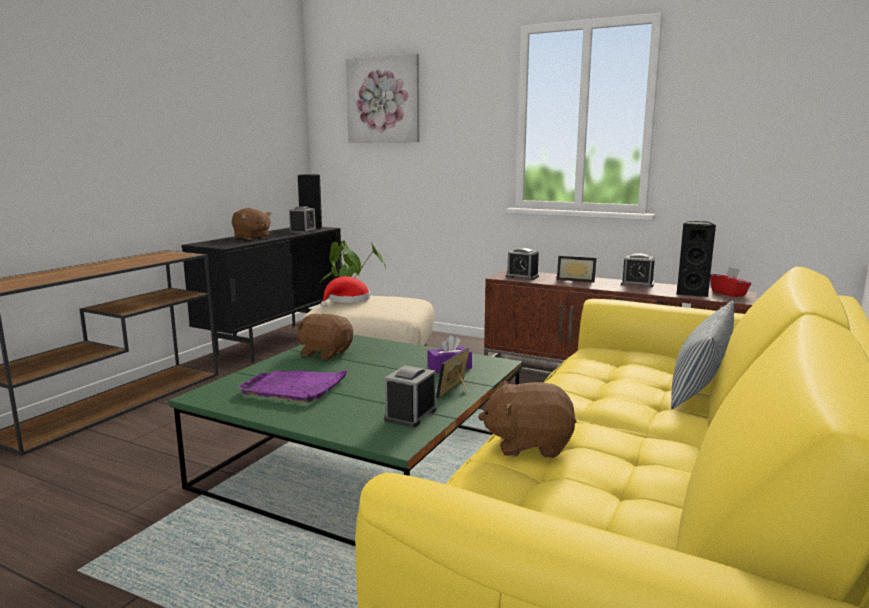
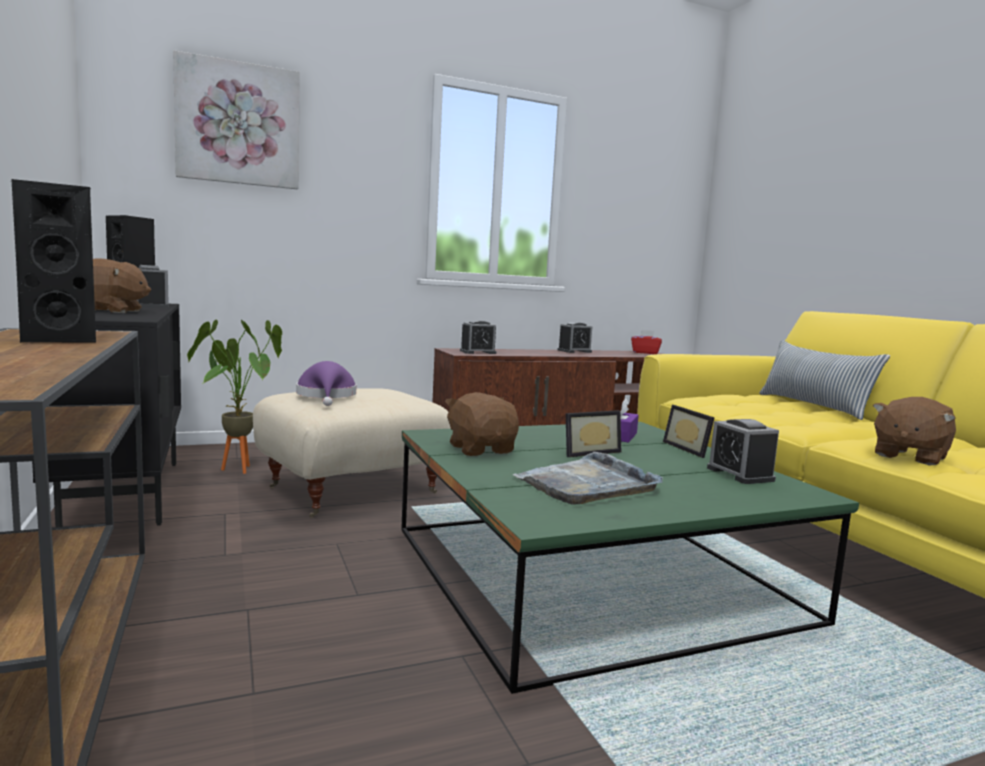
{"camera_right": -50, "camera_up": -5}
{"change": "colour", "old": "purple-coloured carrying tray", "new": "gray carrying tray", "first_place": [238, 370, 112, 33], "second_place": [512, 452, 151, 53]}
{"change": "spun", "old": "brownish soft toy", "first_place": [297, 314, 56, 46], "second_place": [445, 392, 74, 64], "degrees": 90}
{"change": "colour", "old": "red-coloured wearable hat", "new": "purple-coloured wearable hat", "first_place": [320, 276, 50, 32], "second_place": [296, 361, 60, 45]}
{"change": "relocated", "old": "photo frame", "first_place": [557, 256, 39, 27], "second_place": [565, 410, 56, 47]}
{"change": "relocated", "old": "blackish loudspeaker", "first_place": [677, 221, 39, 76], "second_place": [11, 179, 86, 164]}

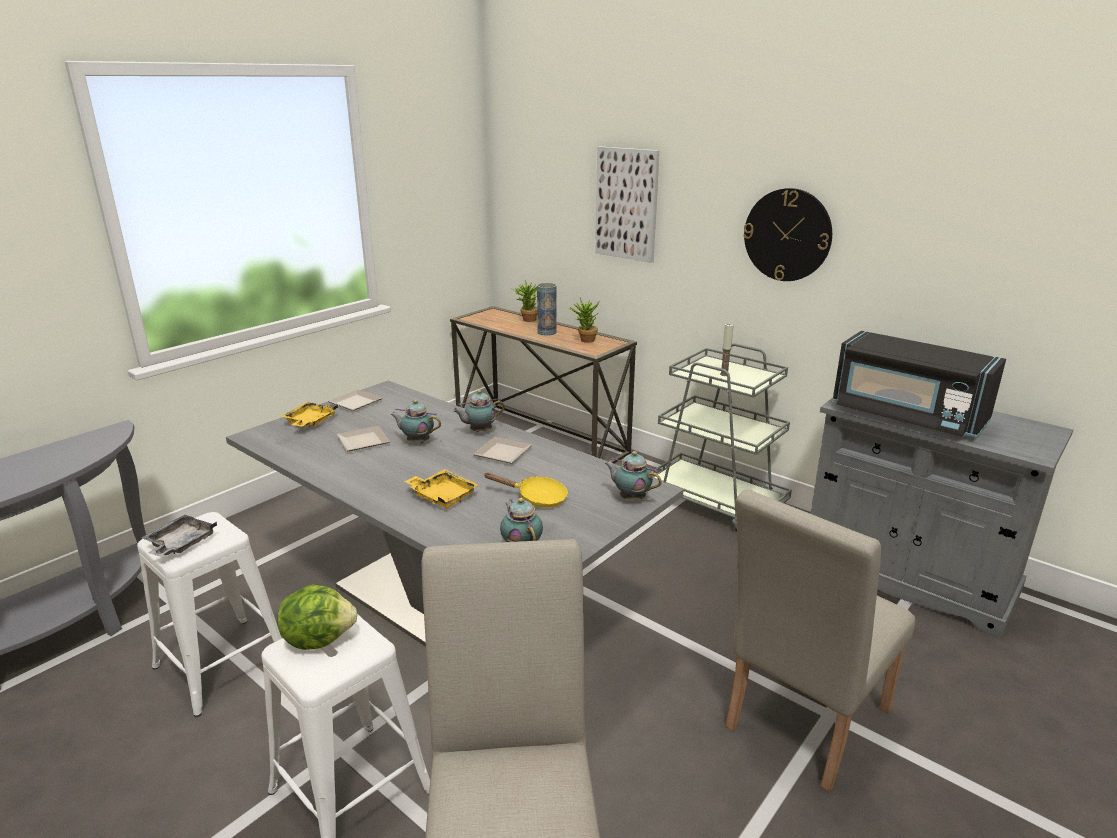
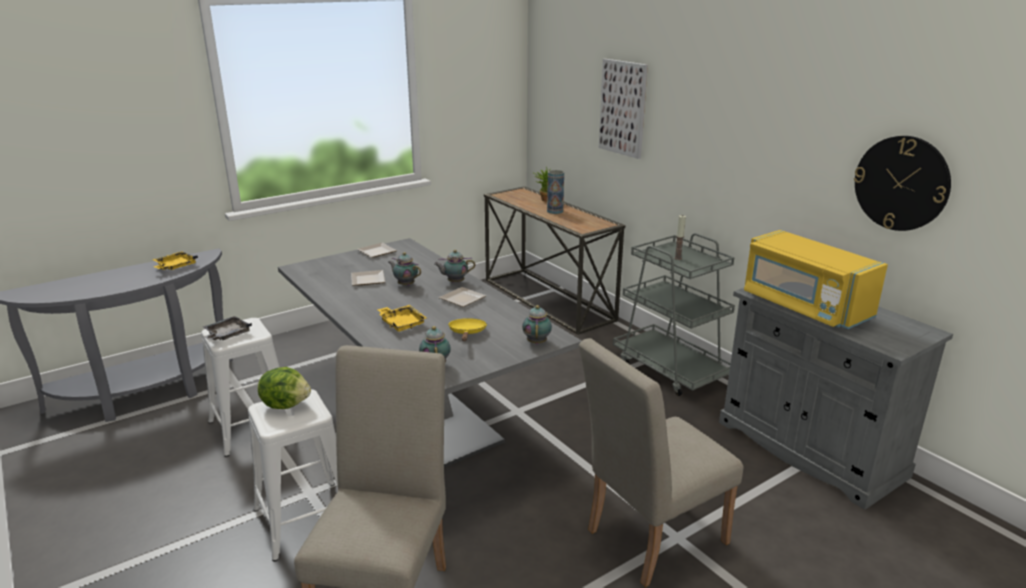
{"camera_right": 15, "camera_up": 0}
{"change": "relocated", "old": "yellow carrying tray", "first_place": [281, 402, 57, 25], "second_place": [153, 251, 45, 19]}
{"change": "spun", "old": "yellow frying pan", "first_place": [484, 473, 84, 35], "second_place": [448, 318, 39, 23], "degrees": -120}
{"change": "missing", "old": "plant in a pot", "first_place": [569, 298, 30, 45]}
{"change": "spun", "old": "tea pot", "first_place": [605, 451, 57, 50], "second_place": [522, 305, 30, 40], "degrees": 45}
{"change": "relocated", "old": "clock on the wall", "first_place": [743, 188, 89, 93], "second_place": [854, 136, 97, 95]}
{"change": "colour", "old": "blackish microwave", "new": "yellow microwave", "first_place": [833, 331, 173, 106], "second_place": [744, 230, 144, 99]}

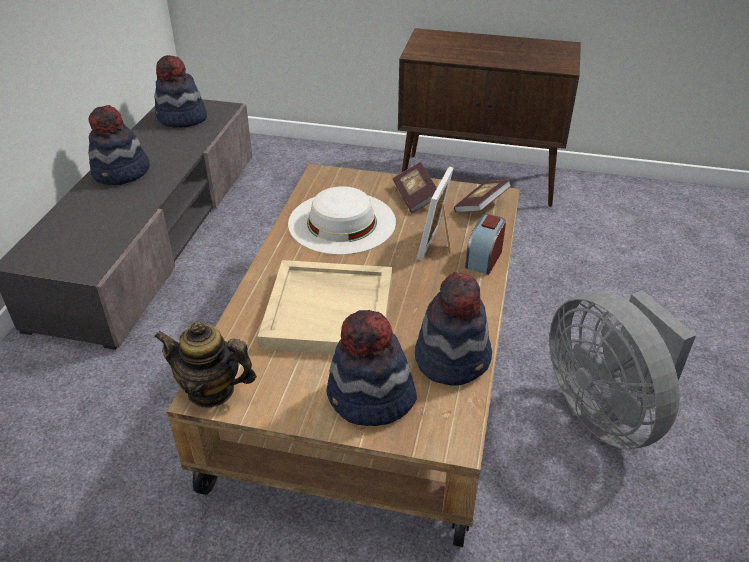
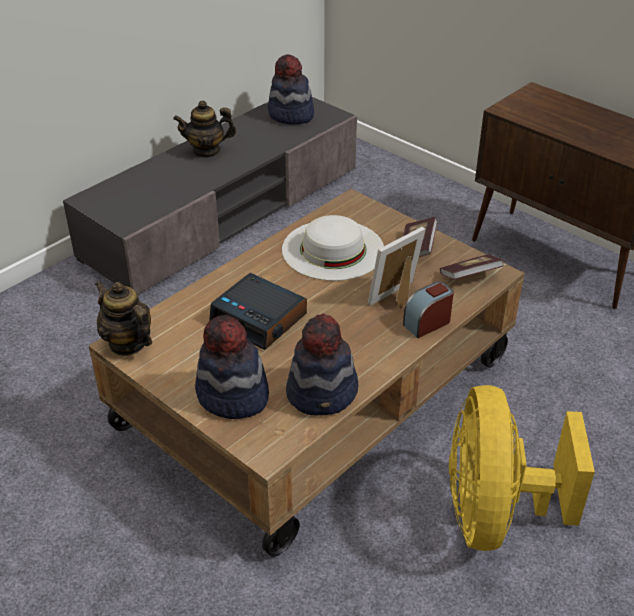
{"camera_right": 30, "camera_up": 0}
{"change": "exchanged", "old": "wearable hat", "new": "tea pot", "first_place": [88, 105, 62, 80], "second_place": [173, 100, 63, 58]}
{"change": "exchanged", "old": "beige-coloured carrying tray", "new": "alarm clock", "first_place": [257, 260, 135, 95], "second_place": [209, 273, 98, 77]}
{"change": "colour", "old": "gray electric fan", "new": "yellow electric fan", "first_place": [549, 290, 147, 159], "second_place": [449, 385, 146, 166]}

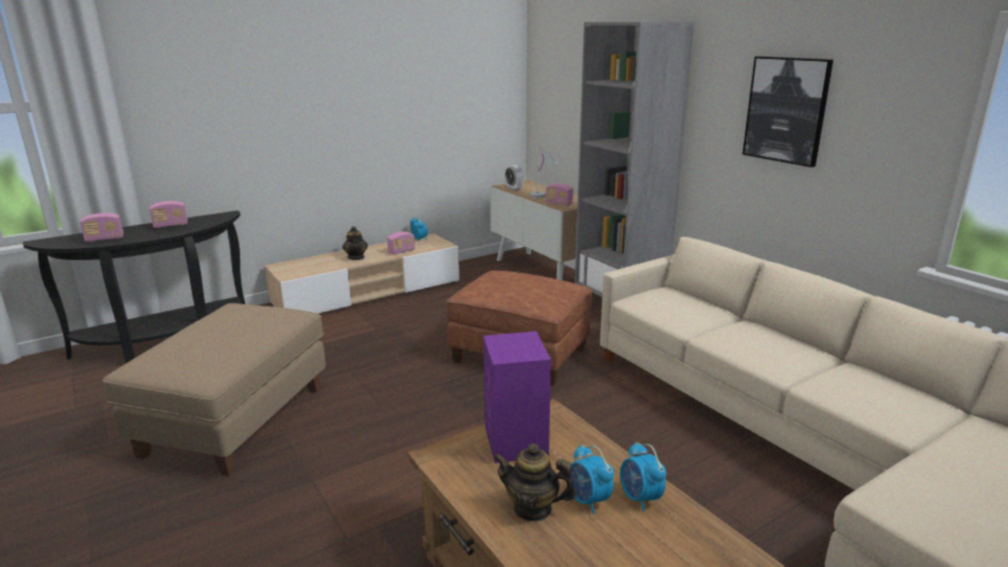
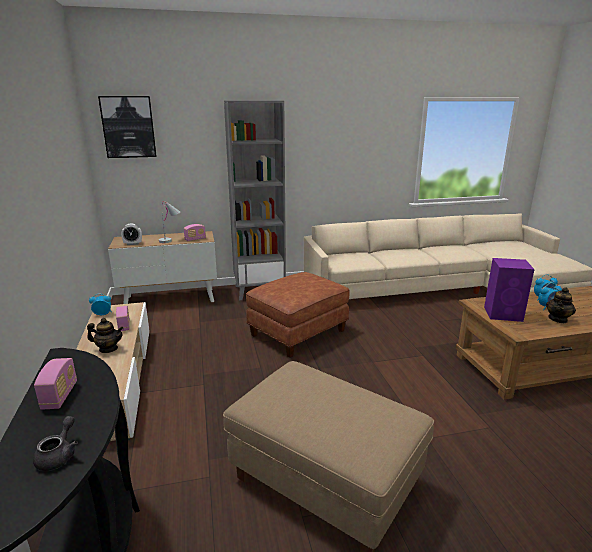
{"camera_right": -70, "camera_up": 0}
{"change": "exchanged", "old": "radio set", "new": "gray tea pot", "first_place": [80, 213, 44, 29], "second_place": [33, 416, 45, 55]}
{"change": "relocated", "old": "picture", "first_place": [742, 56, 91, 111], "second_place": [98, 96, 59, 62]}

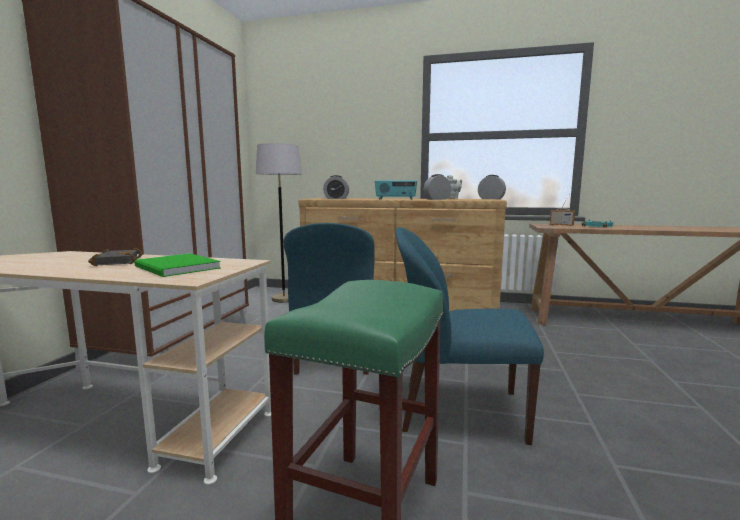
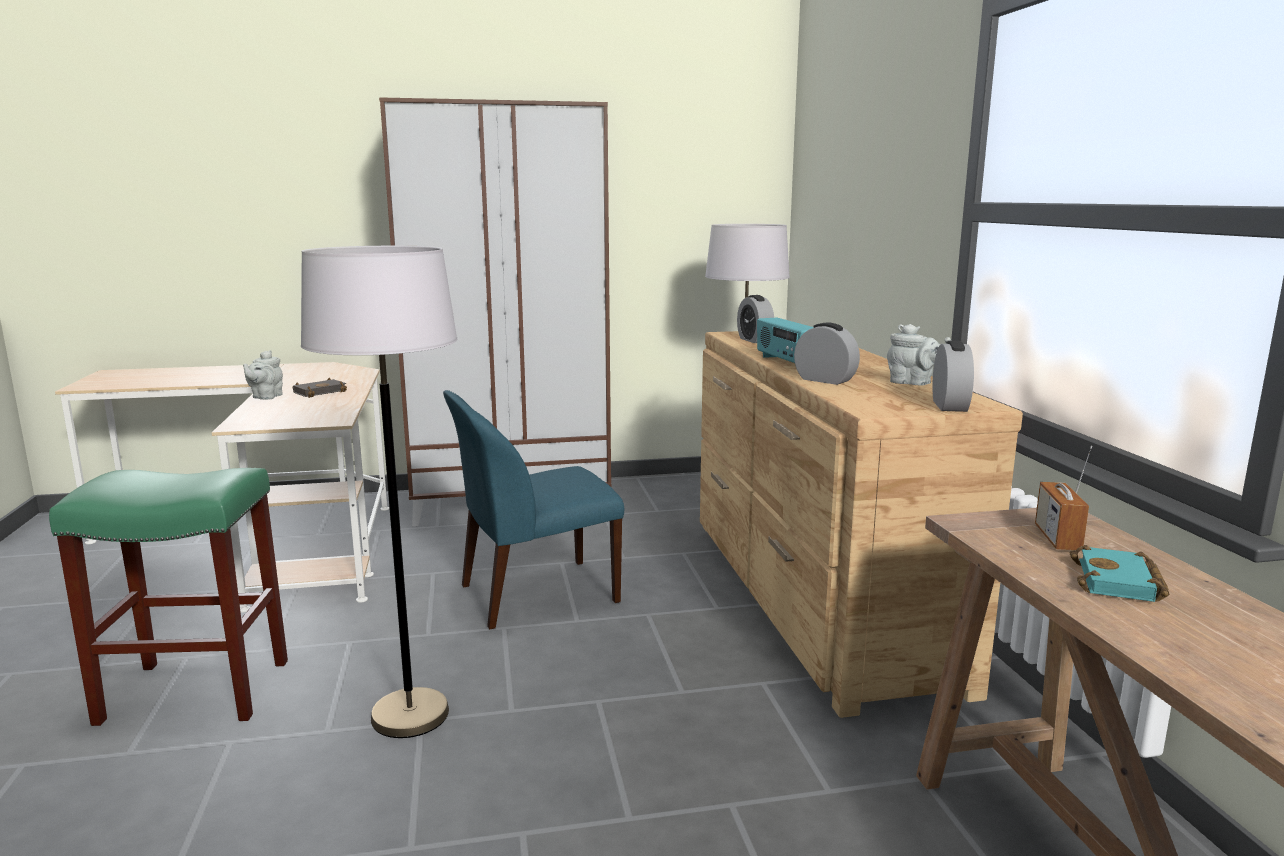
{"camera_right": 65, "camera_up": 5}
{"change": "missing", "old": "greenish bound book", "first_place": [134, 253, 87, 24]}
{"change": "exchanged", "old": "blue-coloured upright chair", "new": "gray standing lamp", "first_place": [395, 227, 149, 218], "second_place": [301, 246, 156, 492]}
{"change": "appeared", "new": "gray tea pot", "second_place": [243, 350, 40, 50]}

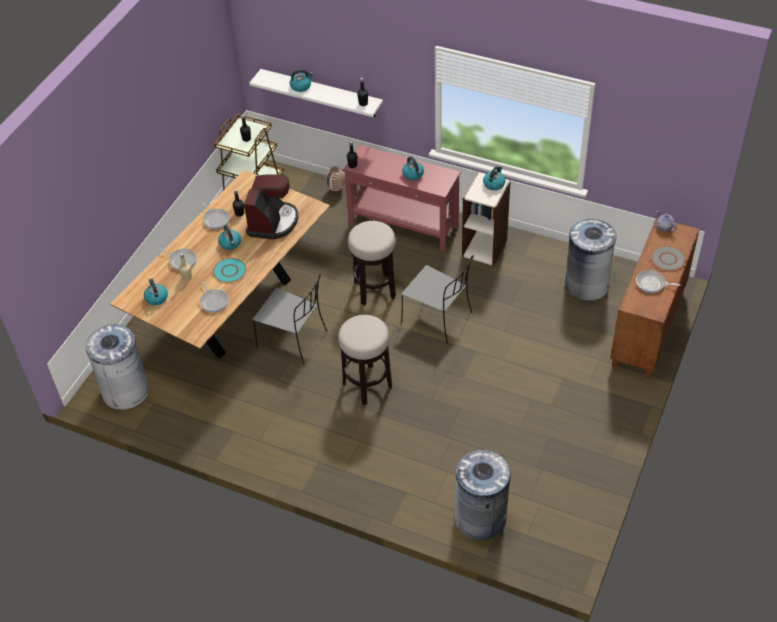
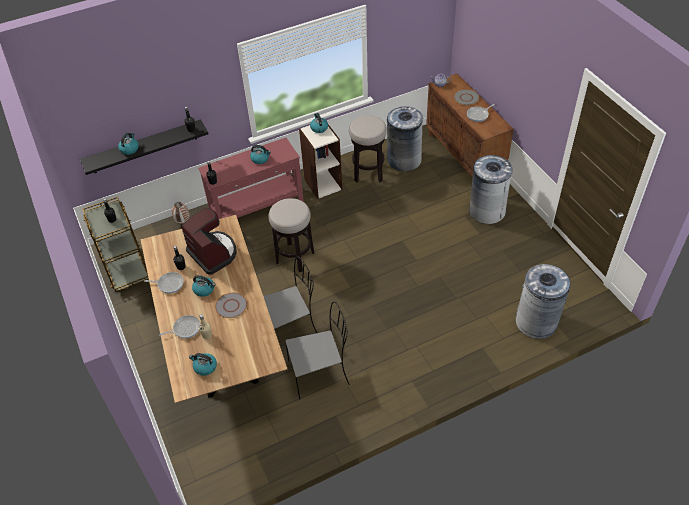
{"camera_right": -50, "camera_up": 0}
{"change": "relocated", "old": "gray waste bin", "first_place": [86, 325, 63, 85], "second_place": [469, 155, 44, 69]}
{"change": "missing", "old": "frying pan", "first_place": [200, 281, 28, 31]}
{"change": "colour", "old": "blue-green dinner plate", "new": "gray dinner plate", "first_place": [213, 258, 33, 25], "second_place": [215, 293, 32, 25]}
{"change": "colour", "old": "whitish wall shelf", "new": "blackish wall shelf", "first_place": [249, 69, 134, 48], "second_place": [80, 119, 128, 56]}
{"change": "relocated", "old": "stool", "first_place": [338, 315, 54, 90], "second_place": [349, 115, 38, 67]}
{"change": "relocated", "old": "gray upright chair", "first_place": [401, 255, 73, 89], "second_place": [285, 302, 65, 98]}

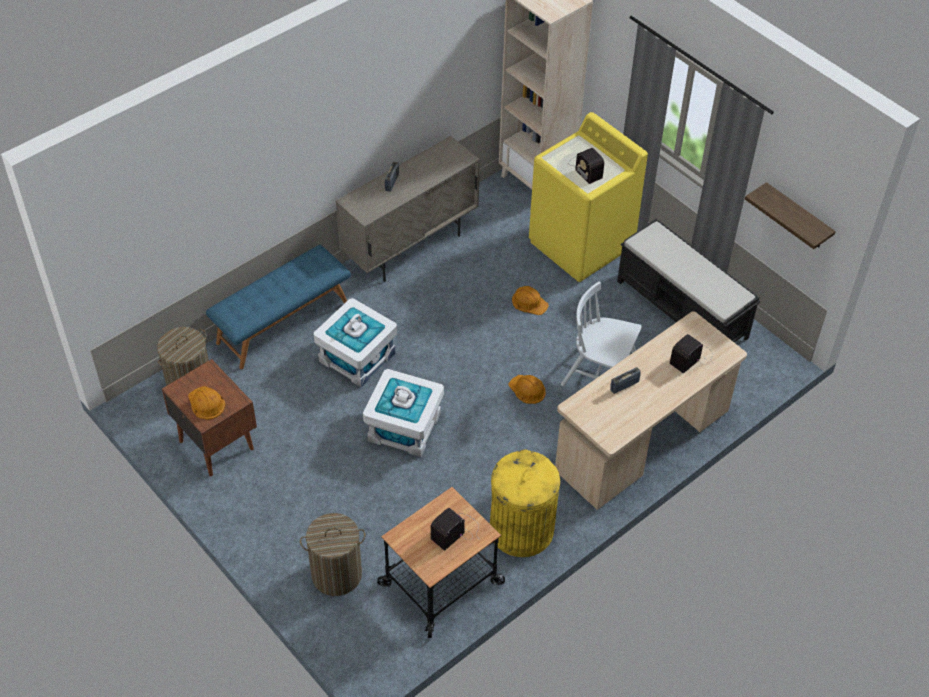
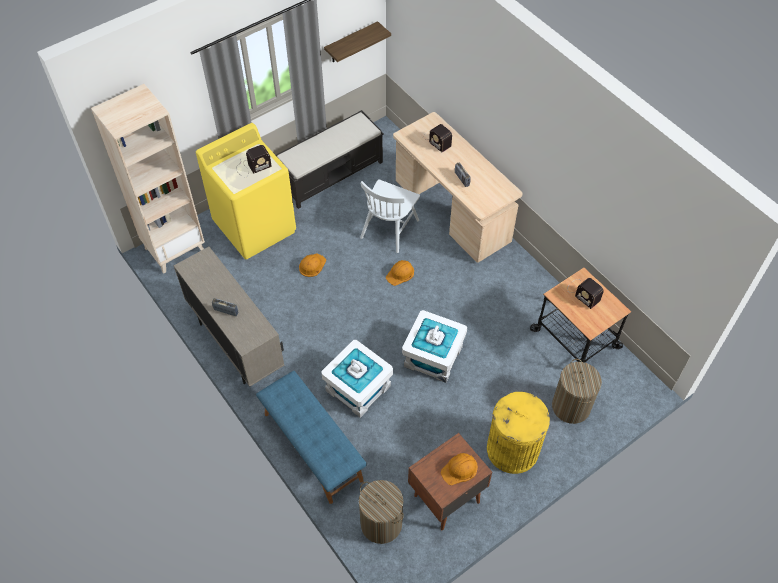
{"camera_right": -85, "camera_up": 5}
{"change": "relocated", "old": "yellow waste bin", "first_place": [490, 449, 70, 108], "second_place": [487, 392, 63, 82]}

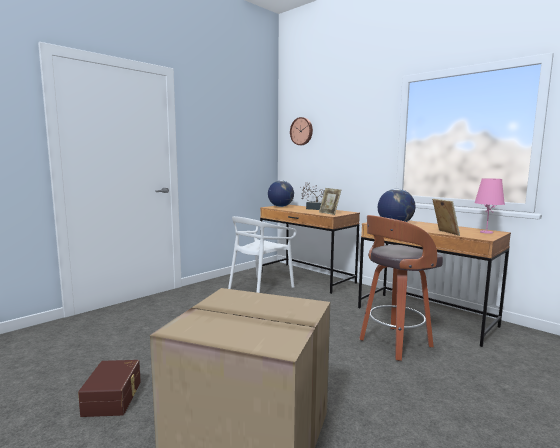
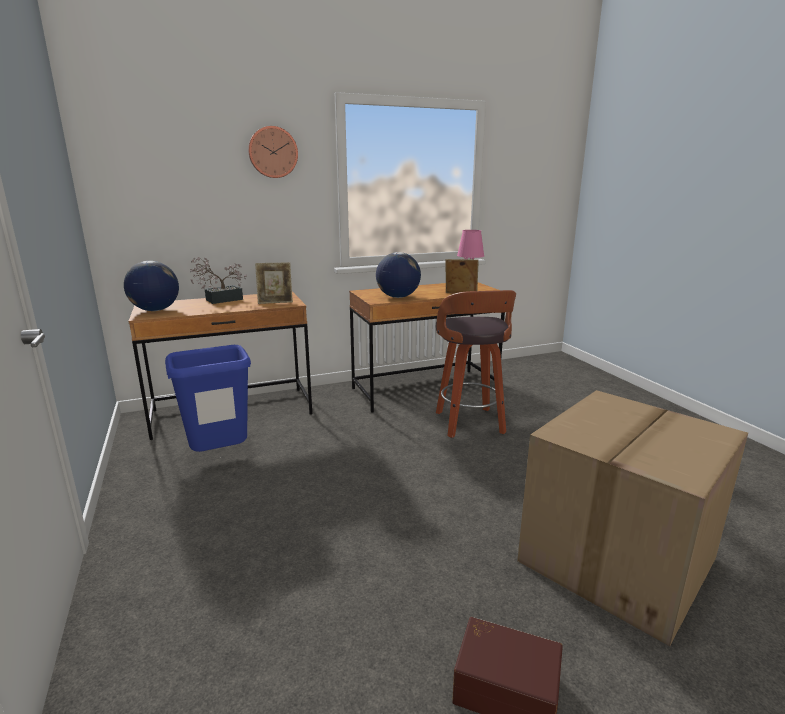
{"camera_right": -65, "camera_up": 10}
{"change": "exchanged", "old": "whitish upright chair", "new": "blue-coloured waste bin", "first_place": [228, 216, 69, 77], "second_place": [165, 345, 86, 107]}
{"change": "relocated", "old": "clock on the wall", "first_place": [290, 117, 23, 28], "second_place": [248, 126, 50, 52]}

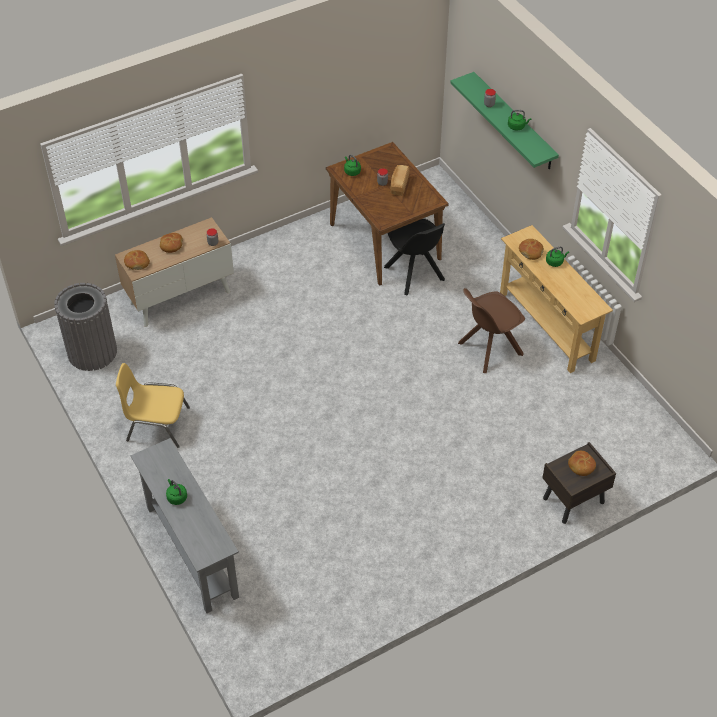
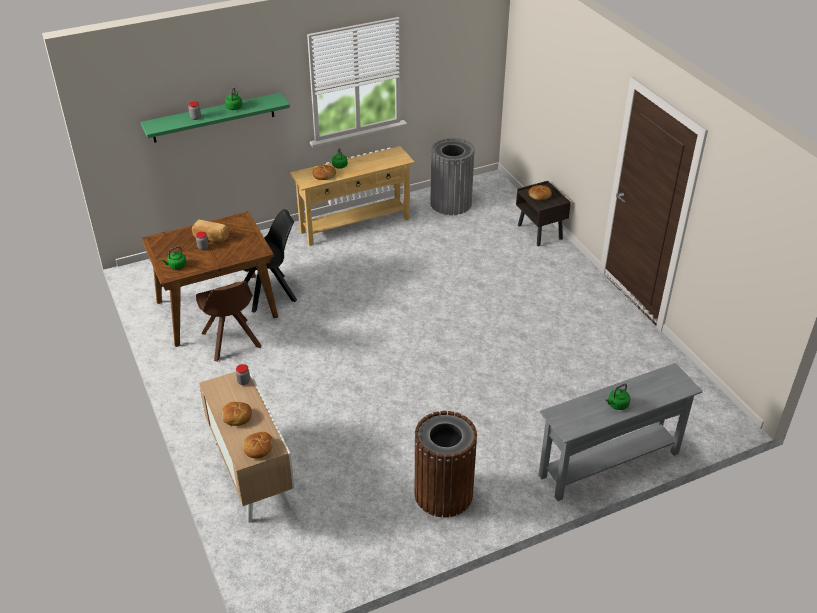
{"camera_right": -85, "camera_up": -10}
{"change": "relocated", "old": "gray waste bin", "first_place": [54, 283, 63, 88], "second_place": [430, 138, 45, 77]}
{"change": "exchanged", "old": "yellow upright chair", "new": "brownish waste bin", "first_place": [116, 363, 74, 85], "second_place": [414, 411, 63, 106]}
{"change": "relocated", "old": "brownish upright chair", "first_place": [458, 288, 67, 85], "second_place": [196, 281, 66, 81]}

